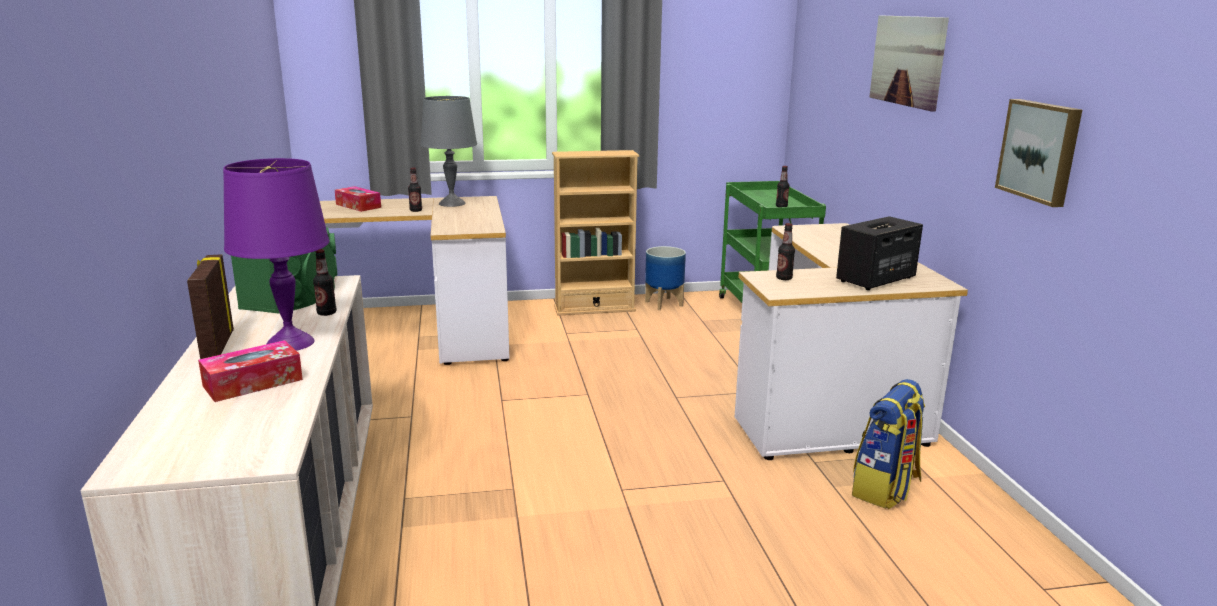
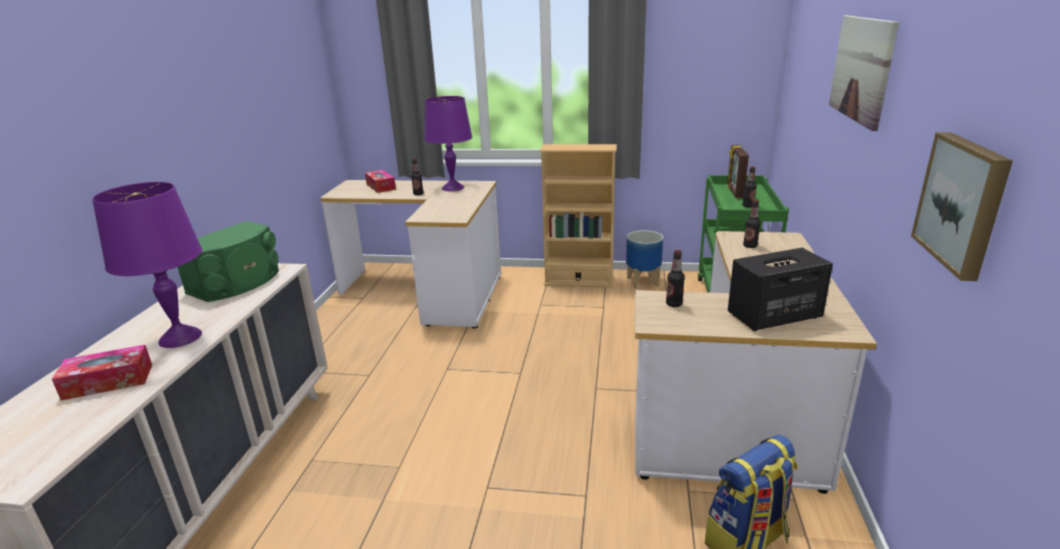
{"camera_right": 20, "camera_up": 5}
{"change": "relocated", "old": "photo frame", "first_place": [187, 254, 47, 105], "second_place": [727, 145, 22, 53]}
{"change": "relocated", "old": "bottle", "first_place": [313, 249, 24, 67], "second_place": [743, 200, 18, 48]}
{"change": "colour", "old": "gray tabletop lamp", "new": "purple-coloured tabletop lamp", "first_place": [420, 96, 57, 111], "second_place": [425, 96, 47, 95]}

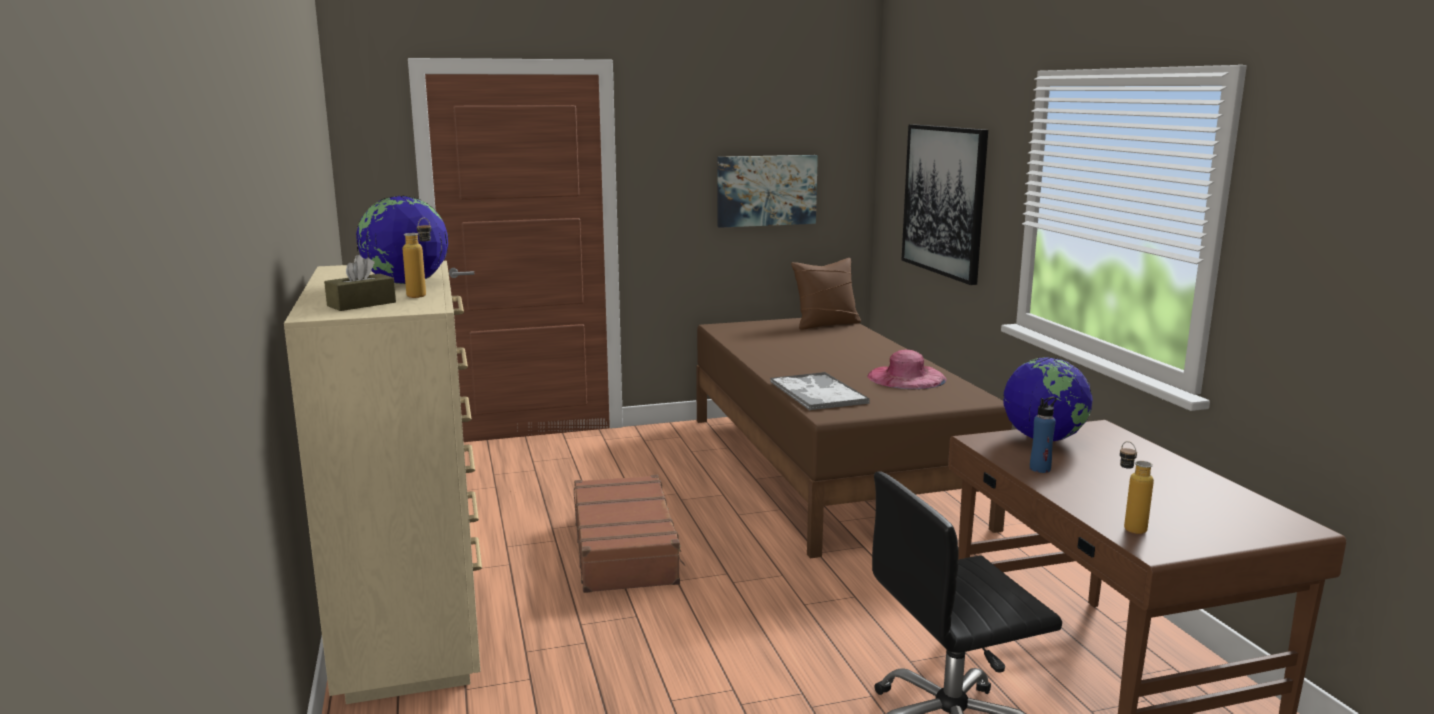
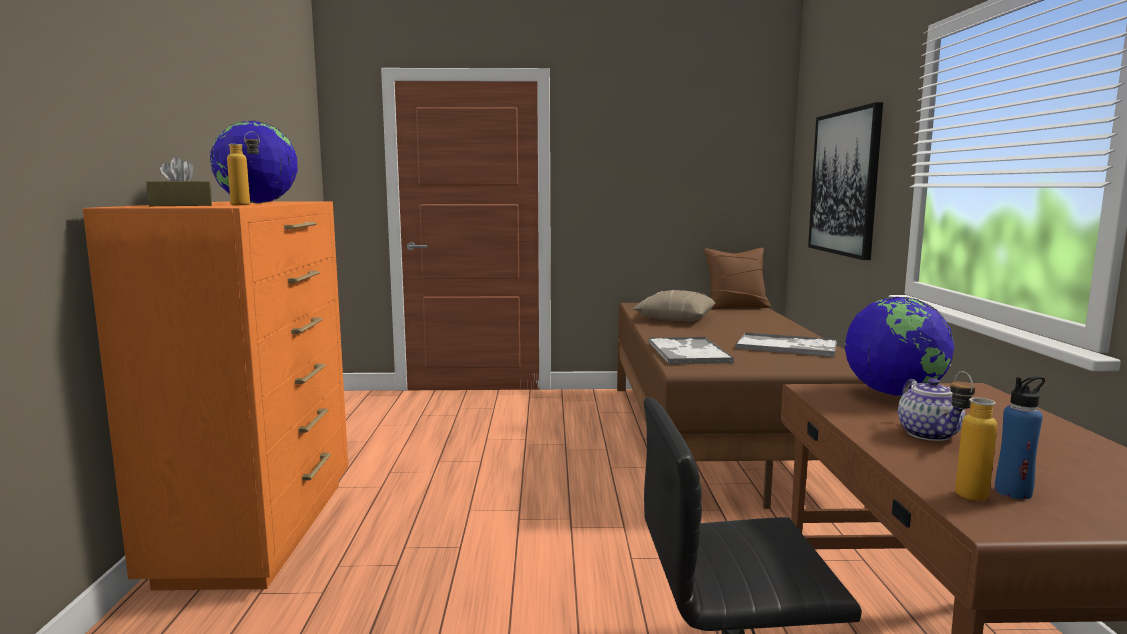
{"camera_right": 15, "camera_up": -5}
{"change": "colour", "old": "beige-coloured dresser", "new": "orange-coloured dresser", "first_place": [284, 261, 198, 443], "second_place": [83, 201, 265, 389]}
{"change": "missing", "old": "brownish piece of luggage", "first_place": [574, 475, 111, 118]}
{"change": "missing", "old": "picture", "first_place": [718, 155, 100, 73]}
{"change": "exchanged", "old": "pink wearable hat", "new": "carrying tray", "first_place": [867, 350, 80, 39], "second_place": [735, 332, 102, 25]}
{"change": "relocated", "old": "blue-coloured bottle", "first_place": [1030, 397, 27, 76], "second_place": [995, 376, 50, 123]}
{"change": "appeared", "new": "beige-coloured cushion", "second_place": [633, 290, 83, 31]}
{"change": "appeared", "new": "tea pot", "second_place": [898, 378, 67, 63]}

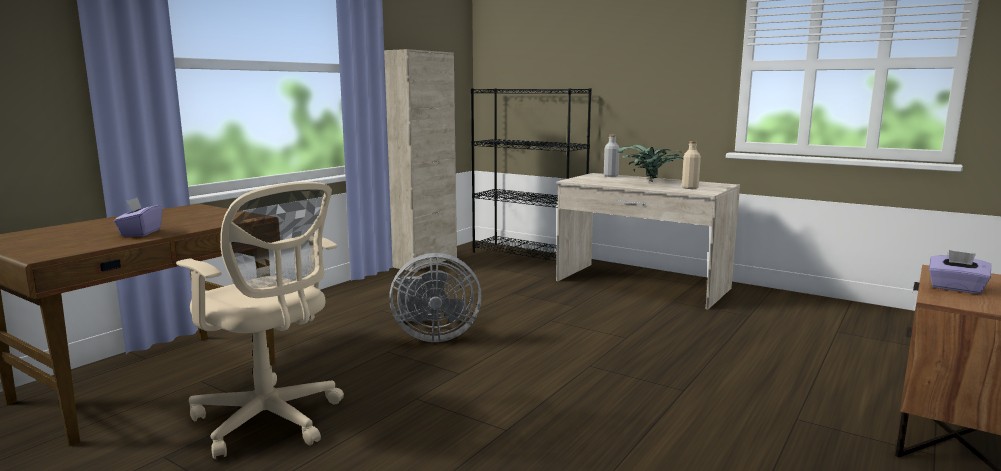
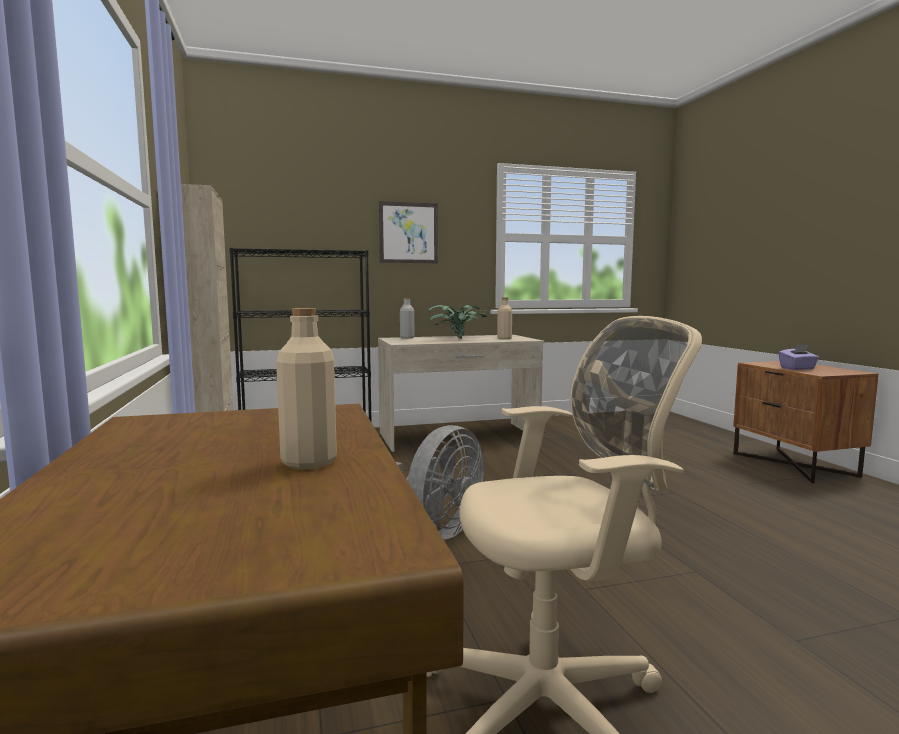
{"camera_right": -50, "camera_up": -5}
{"change": "exchanged", "old": "purple-coloured tissue holder", "new": "beige-coloured bottle", "first_place": [114, 197, 48, 40], "second_place": [276, 308, 61, 162]}
{"change": "appeared", "new": "picture", "second_place": [379, 201, 59, 62]}

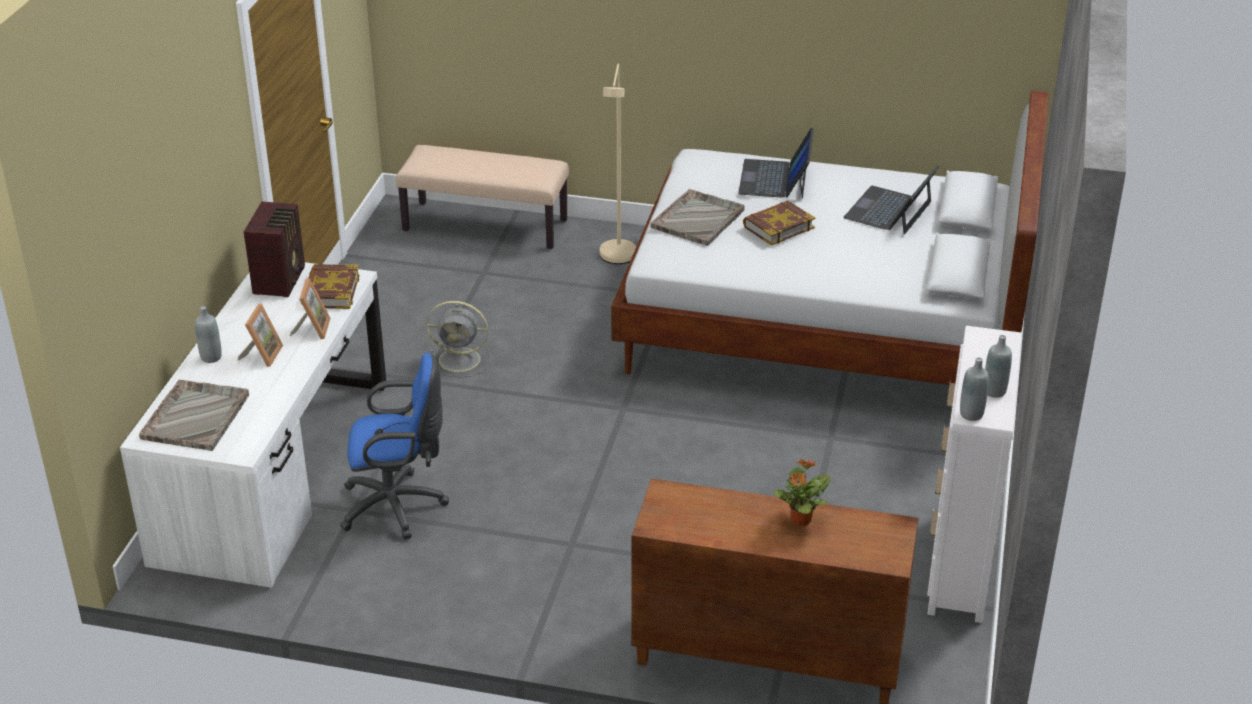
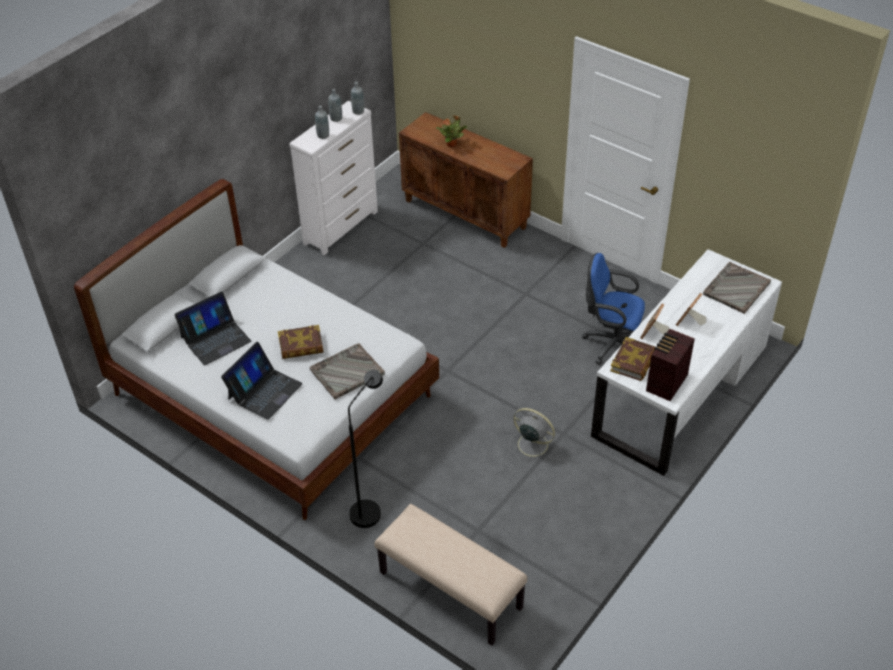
{"camera_right": -155, "camera_up": 10}
{"change": "relocated", "old": "gray bottle", "first_place": [195, 306, 27, 57], "second_place": [315, 106, 14, 33]}
{"change": "colour", "old": "beige-coloured standing lamp", "new": "blackish standing lamp", "first_place": [600, 64, 36, 200], "second_place": [348, 370, 35, 158]}

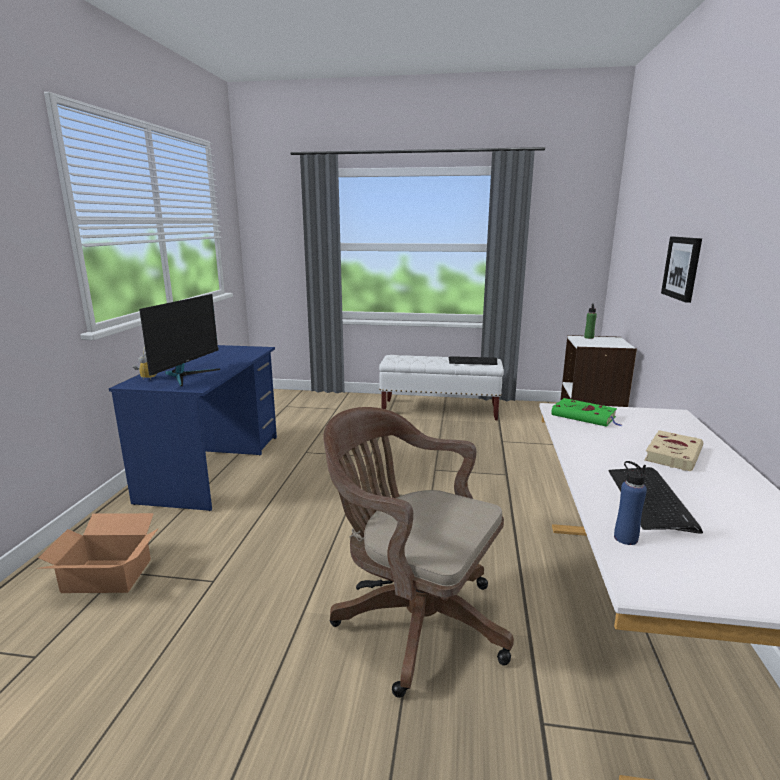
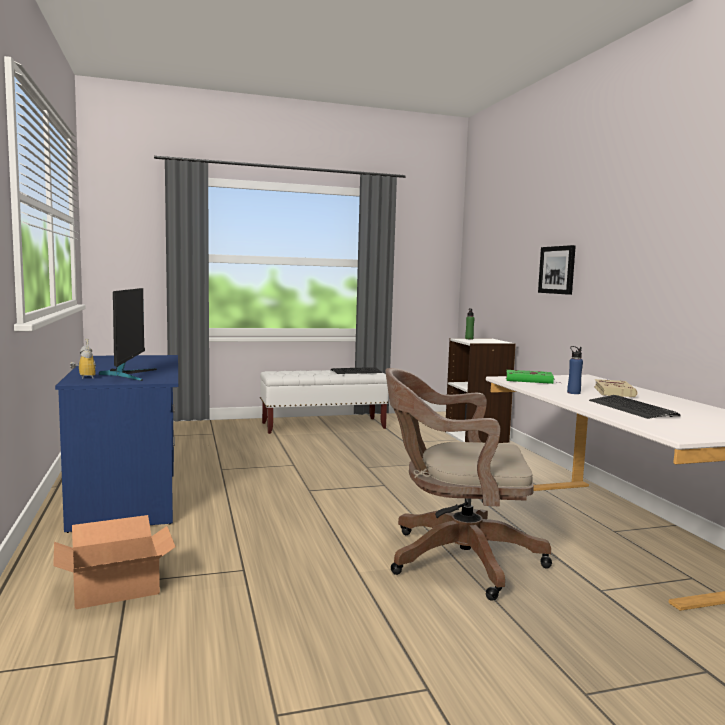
{"camera_right": -25, "camera_up": -10}
{"change": "relocated", "old": "blue-coloured bottle", "first_place": [614, 461, 33, 84], "second_place": [567, 346, 16, 48]}

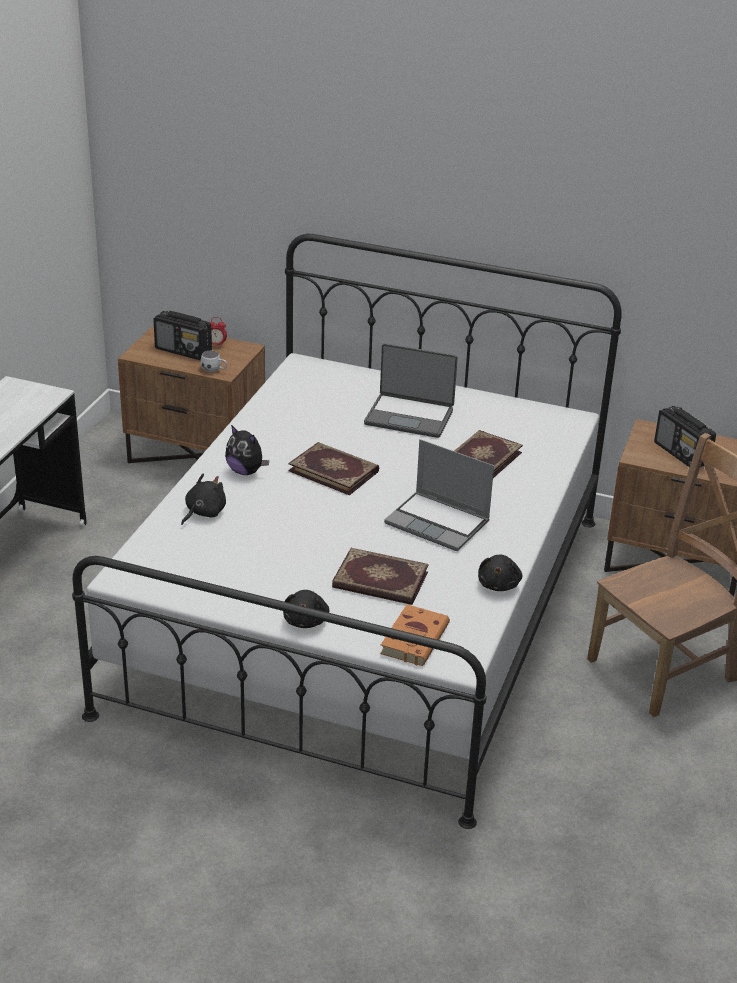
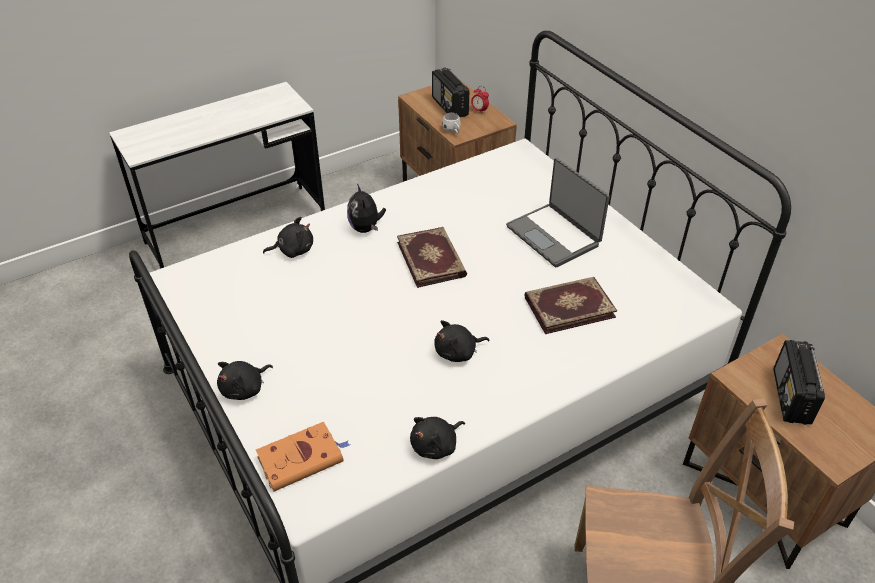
{"camera_right": 40, "camera_up": 10}
{"change": "missing", "old": "bound book", "first_place": [332, 548, 97, 57]}
{"change": "exchanged", "old": "laptop", "new": "blackish soft toy", "first_place": [384, 439, 110, 112], "second_place": [434, 320, 55, 42]}

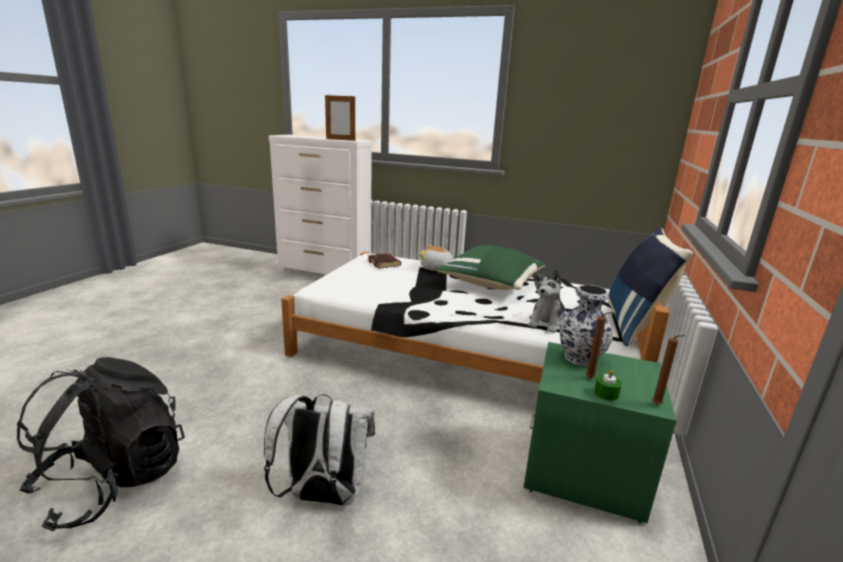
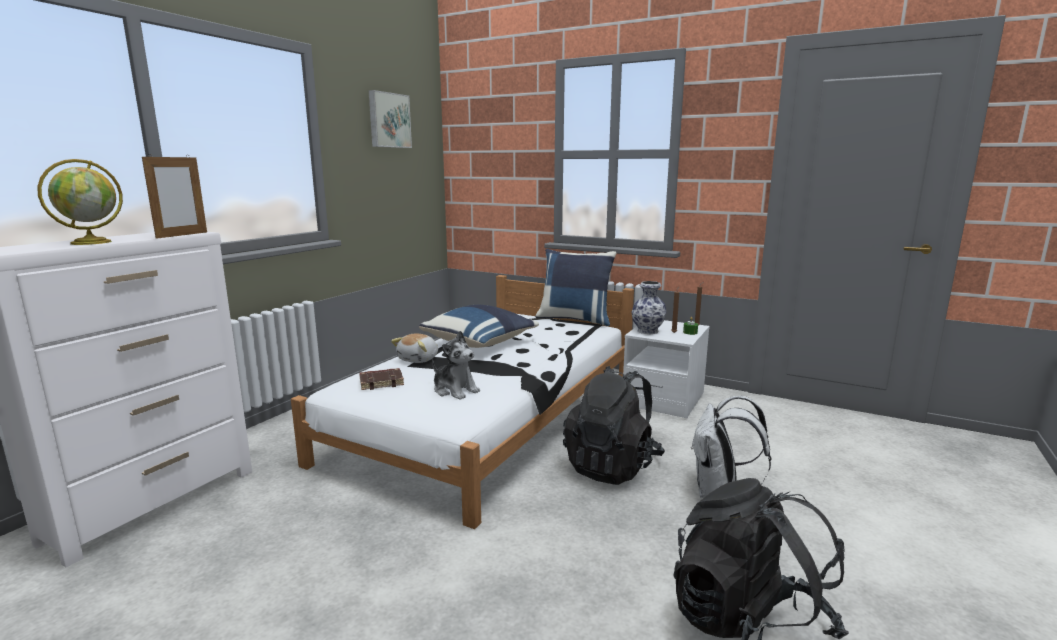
{"camera_right": -80, "camera_up": -5}
{"change": "colour", "old": "greenish cushion", "new": "blue-coloured cushion", "first_place": [437, 245, 108, 45], "second_place": [419, 305, 120, 43]}
{"change": "colour", "old": "greenish nightstand", "new": "whitish nightstand", "first_place": [524, 342, 153, 182], "second_place": [623, 320, 87, 98]}
{"change": "relocated", "old": "soft toy", "first_place": [528, 269, 37, 64], "second_place": [432, 331, 48, 69]}
{"change": "appeared", "new": "globe", "second_place": [37, 159, 86, 86]}
{"change": "appeared", "new": "picture", "second_place": [368, 90, 44, 58]}
{"change": "appeared", "new": "blackish rucksack", "second_place": [563, 366, 102, 119]}

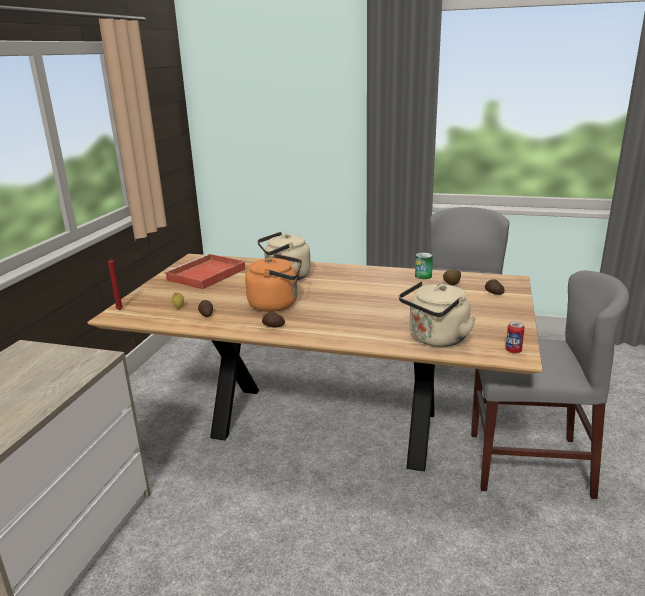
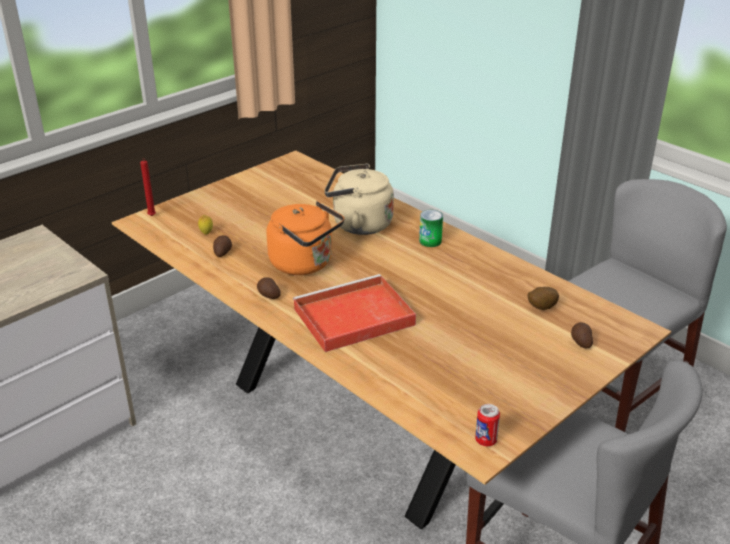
{"camera_right": 30, "camera_up": 10}
{"change": "relocated", "old": "red-coloured carrying tray", "first_place": [164, 254, 82, 36], "second_place": [293, 274, 123, 78]}
{"change": "missing", "old": "beige-coloured tea kettle", "first_place": [399, 281, 77, 66]}
{"change": "relocated", "old": "can", "first_place": [415, 252, 18, 27], "second_place": [419, 210, 24, 37]}

